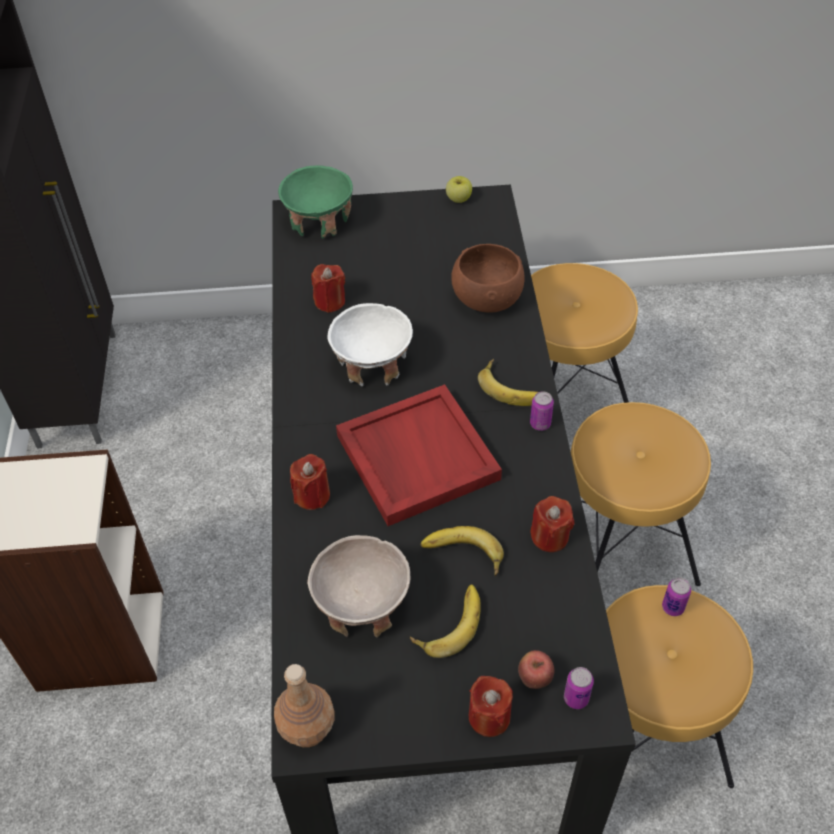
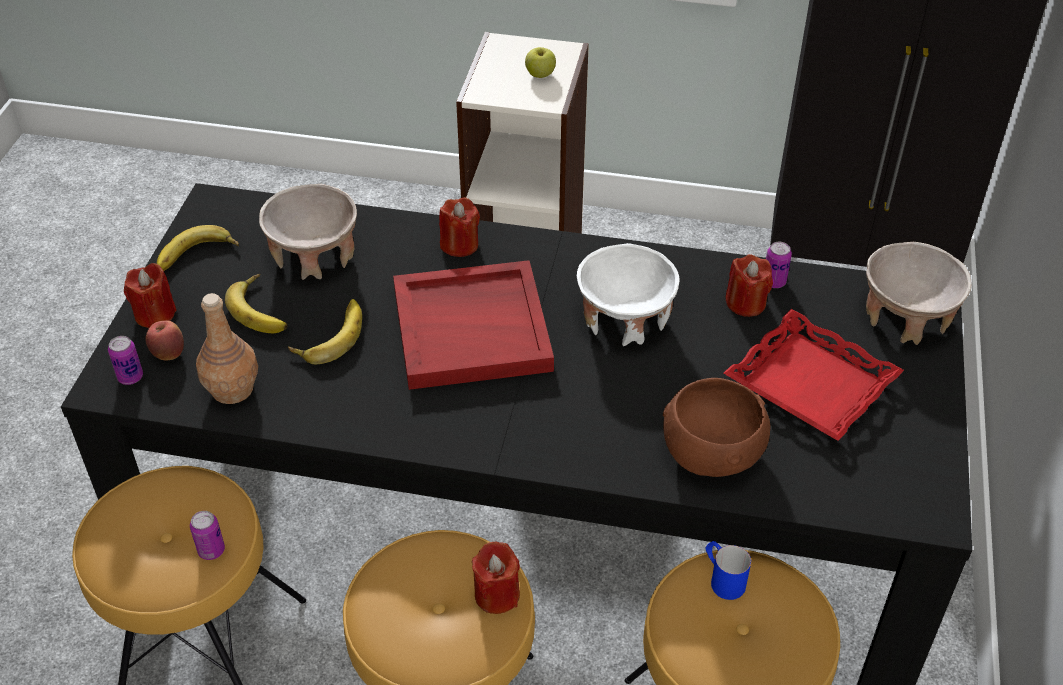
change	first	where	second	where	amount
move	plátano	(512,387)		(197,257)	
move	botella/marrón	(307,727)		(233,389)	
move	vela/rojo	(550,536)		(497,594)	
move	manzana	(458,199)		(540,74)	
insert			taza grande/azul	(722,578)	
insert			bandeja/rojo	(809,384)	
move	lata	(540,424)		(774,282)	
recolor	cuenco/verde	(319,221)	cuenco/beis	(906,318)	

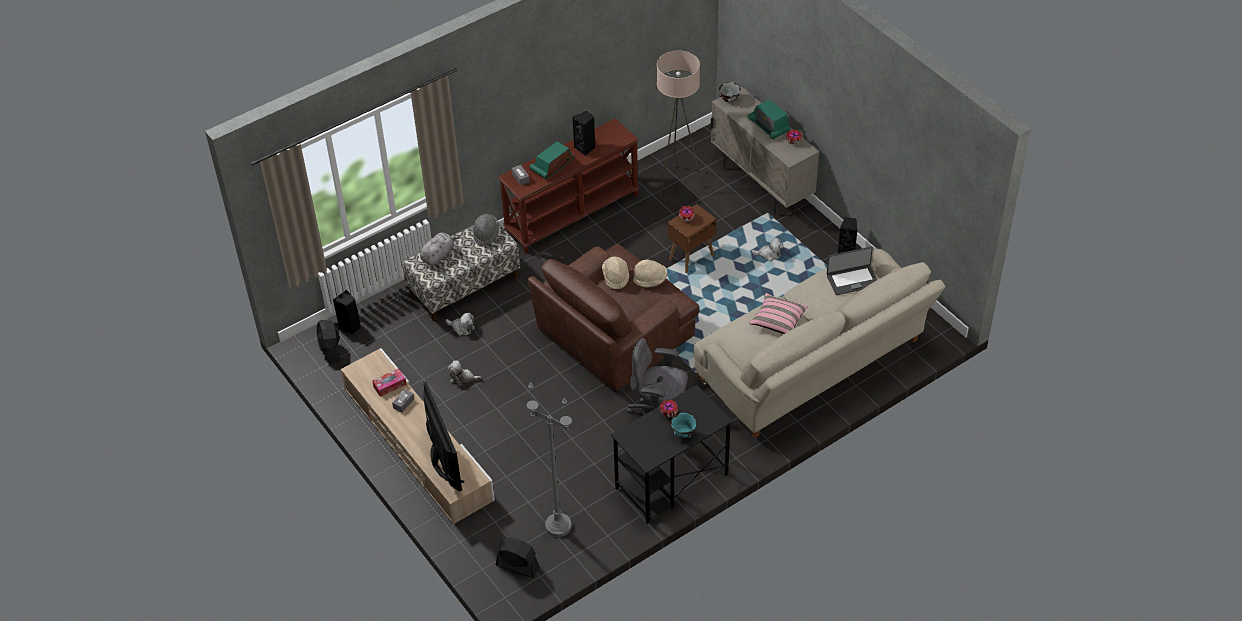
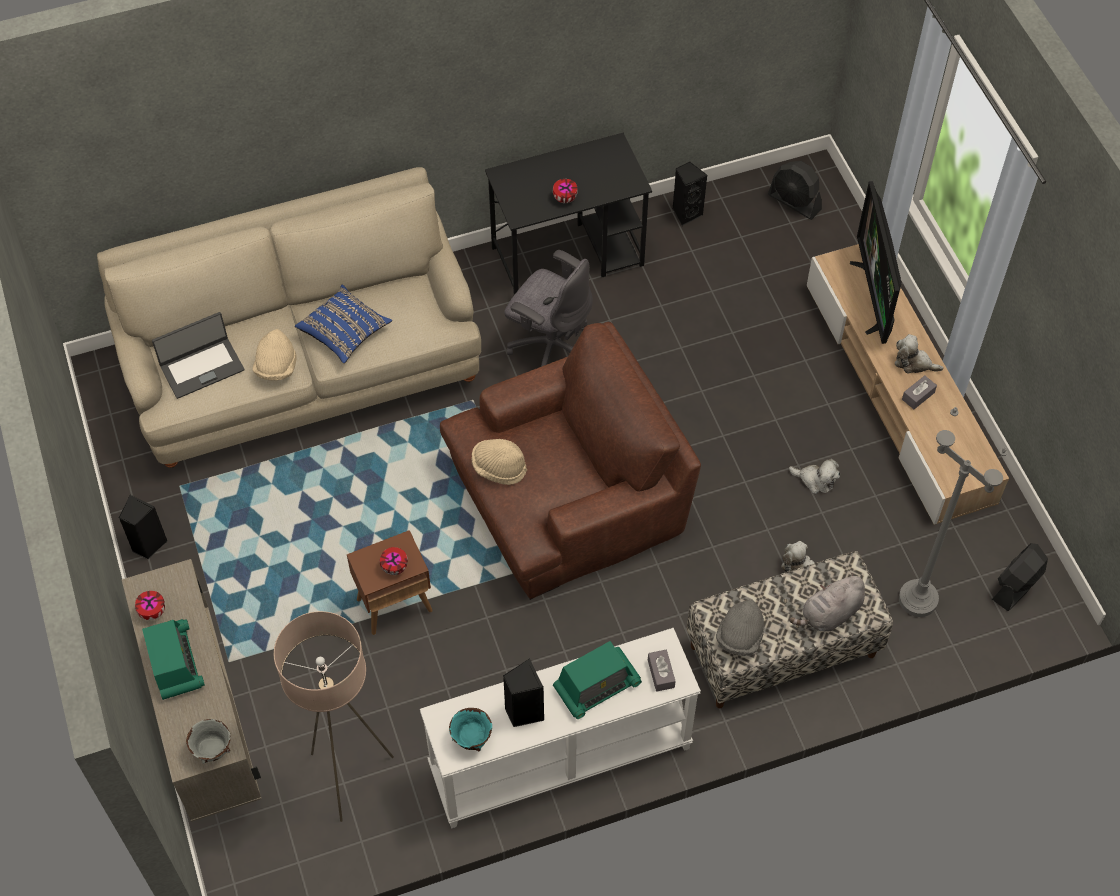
change	first	where	second	where	amount
rotate	portátil	(852,280)		(201,367)	150 degrees clockwise
move	sombrero/beis	(616,277)		(276,367)	
recolor	cojín/rosa	(778,321)	cojín/azul	(344,332)	
recolor	mesa consola/marrón	(572,213)	mesa consola/blanco	(560,760)	
move	cuenco/turquesa	(683,434)		(471,739)	
move	altavoz/negro	(350,327)		(686,213)	
move	peluche	(769,254)		(914,363)	
move	lámpara de pie/gris	(558,526)		(918,599)	
rotate	ventilador/negro	(330,350)		(1016,586)	135 degrees counterclockwise
delete	caja de pañuelos	(390,385)			

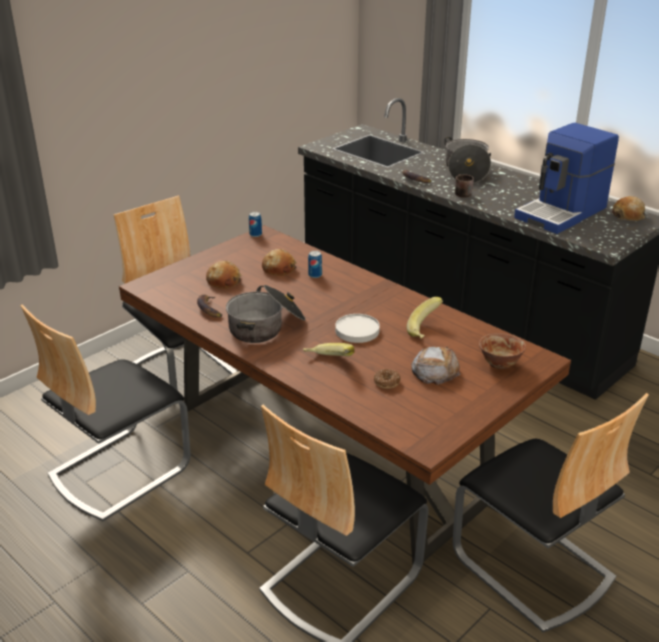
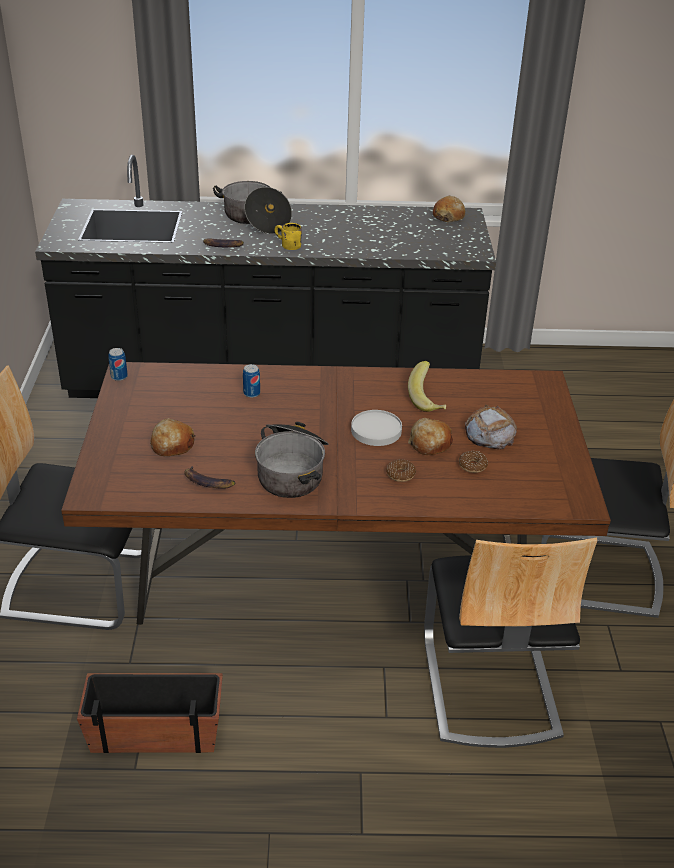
change	first	where	second	where	amount
replace	silla	(118,470)	maceta	(155,731)	
recolor	taza grande/marrón	(460,193)	taza grande/amarillo	(287,246)	
replace	plátano	(328,362)	rosquilla	(400,474)	
move	pan	(279,269)		(429,443)	
delete	cuenco	(499,363)			
delete	cafetera	(562,213)			

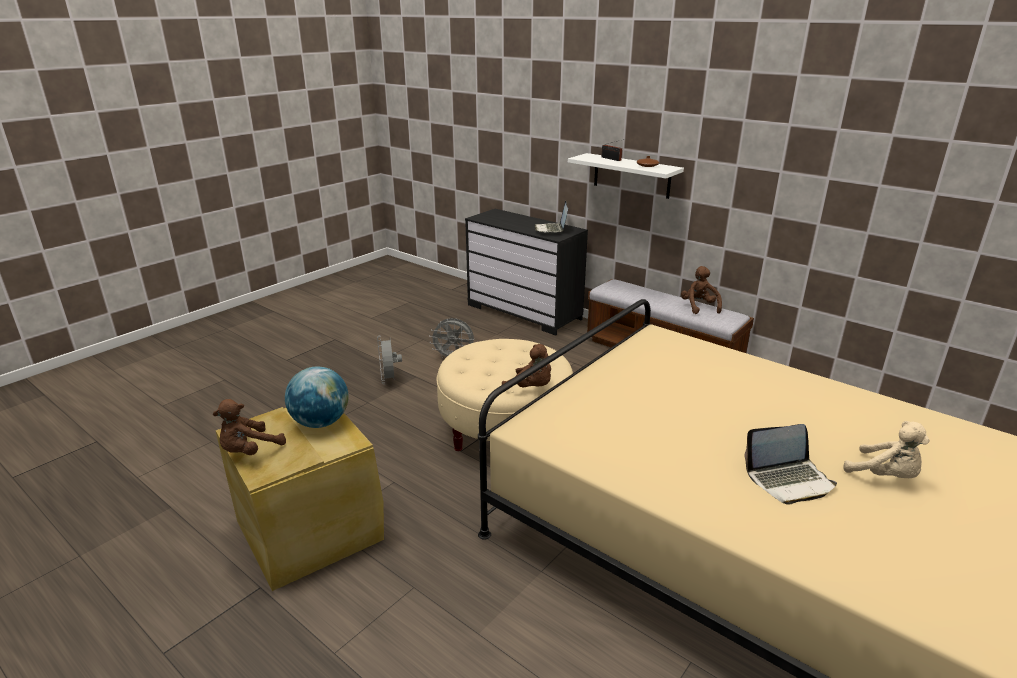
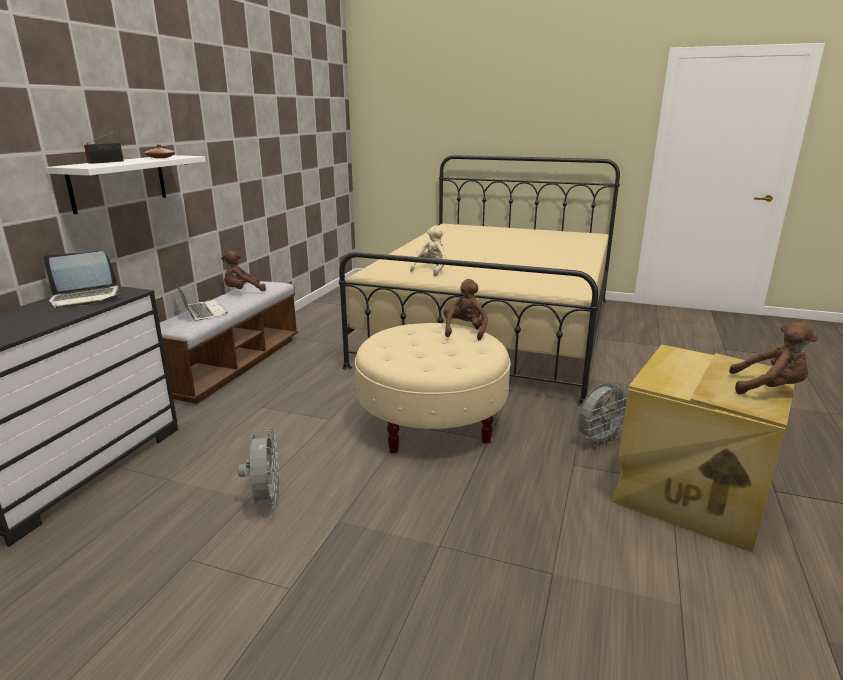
change	first	where	second	where	amount
move	portátil	(789,480)		(202,312)	
move	peluche/beis	(885,476)		(431,270)	
move	ventilador/gris	(389,380)		(599,440)	
delete	globo terráqueo	(321,422)			

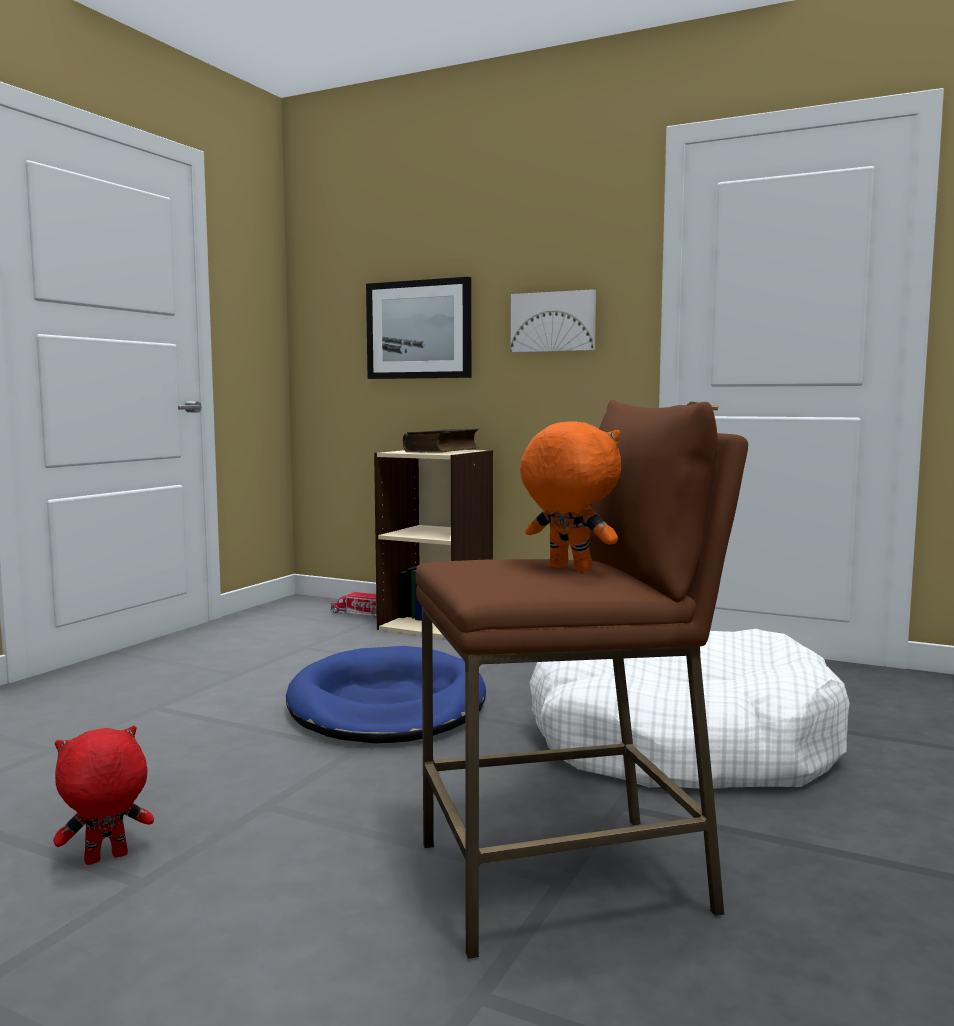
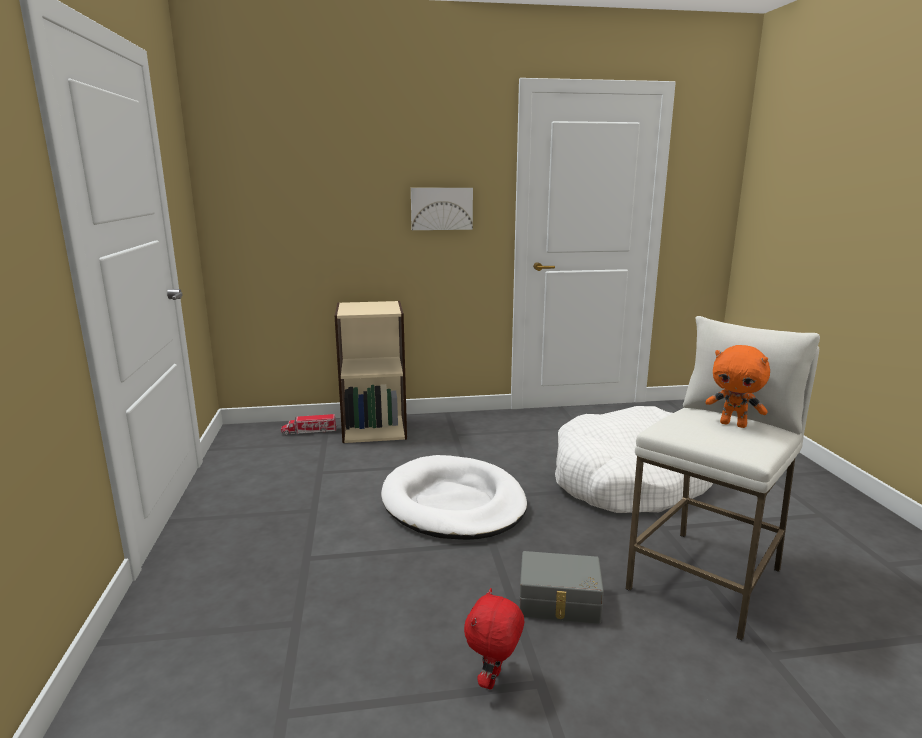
change	first	where	second	where	amount
recolor	cama para perro/azul	(387,705)	cama para perro/blanco	(453,503)	
insert			caja de almacenaje/gris	(559,602)	
recolor	taburete/marrón	(565,878)	taburete/blanco	(706,579)	
rotate	peluche/naranja	(568,569)		(733,424)	150 degrees counterclockwise
delete	cuadro	(419,330)			
delete	libro	(443,451)			

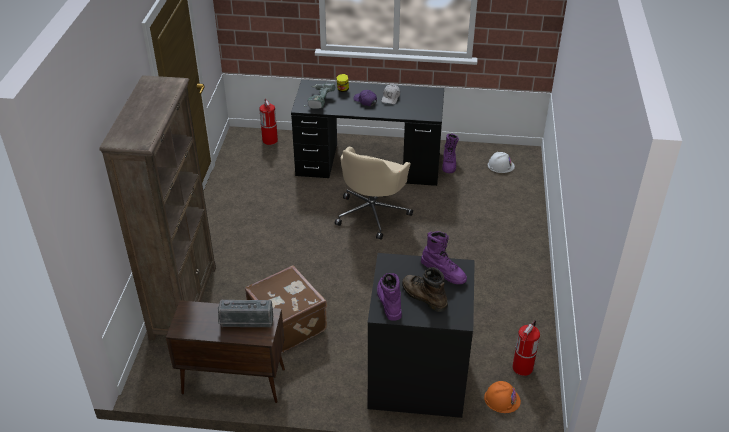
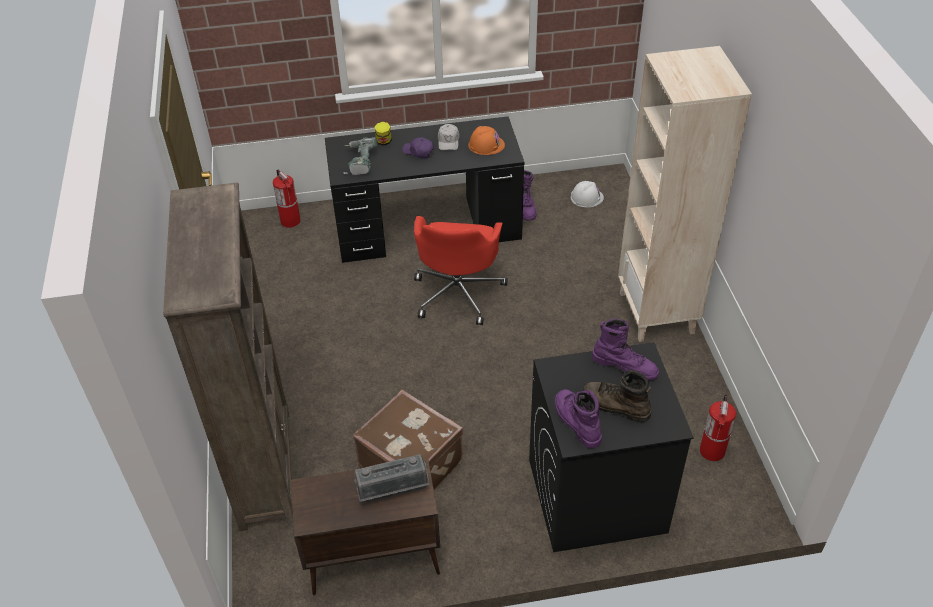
change	first	where	second	where	amount
recolor	silla de oficina/beis	(372,213)	silla de oficina/rojo	(458,292)	
move	casco/naranja	(502,399)		(486,145)	
insert			estantería/beis	(657,313)	

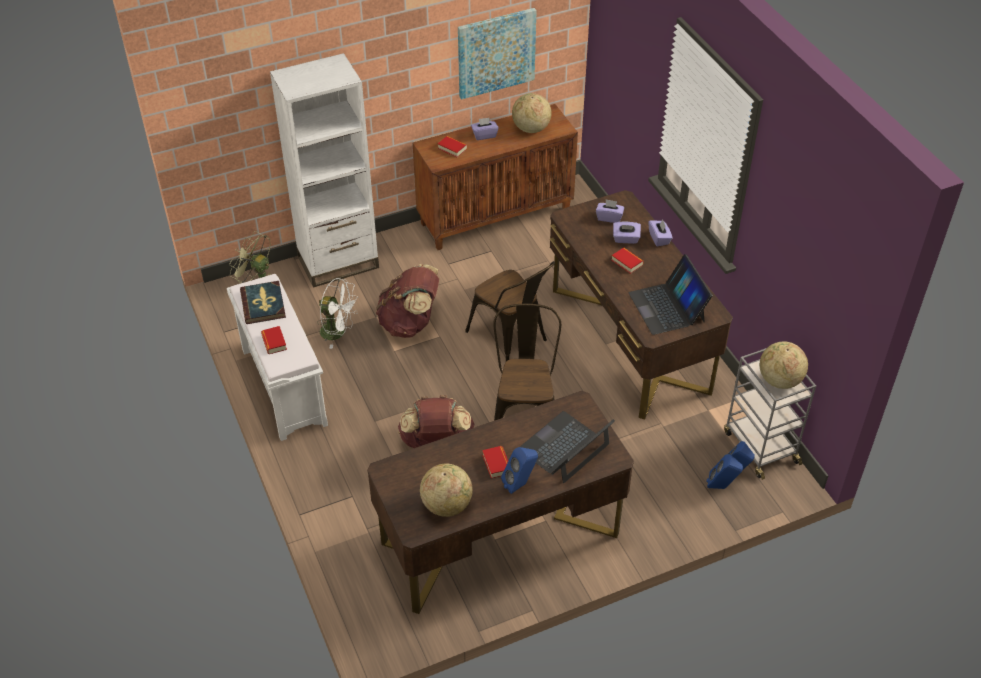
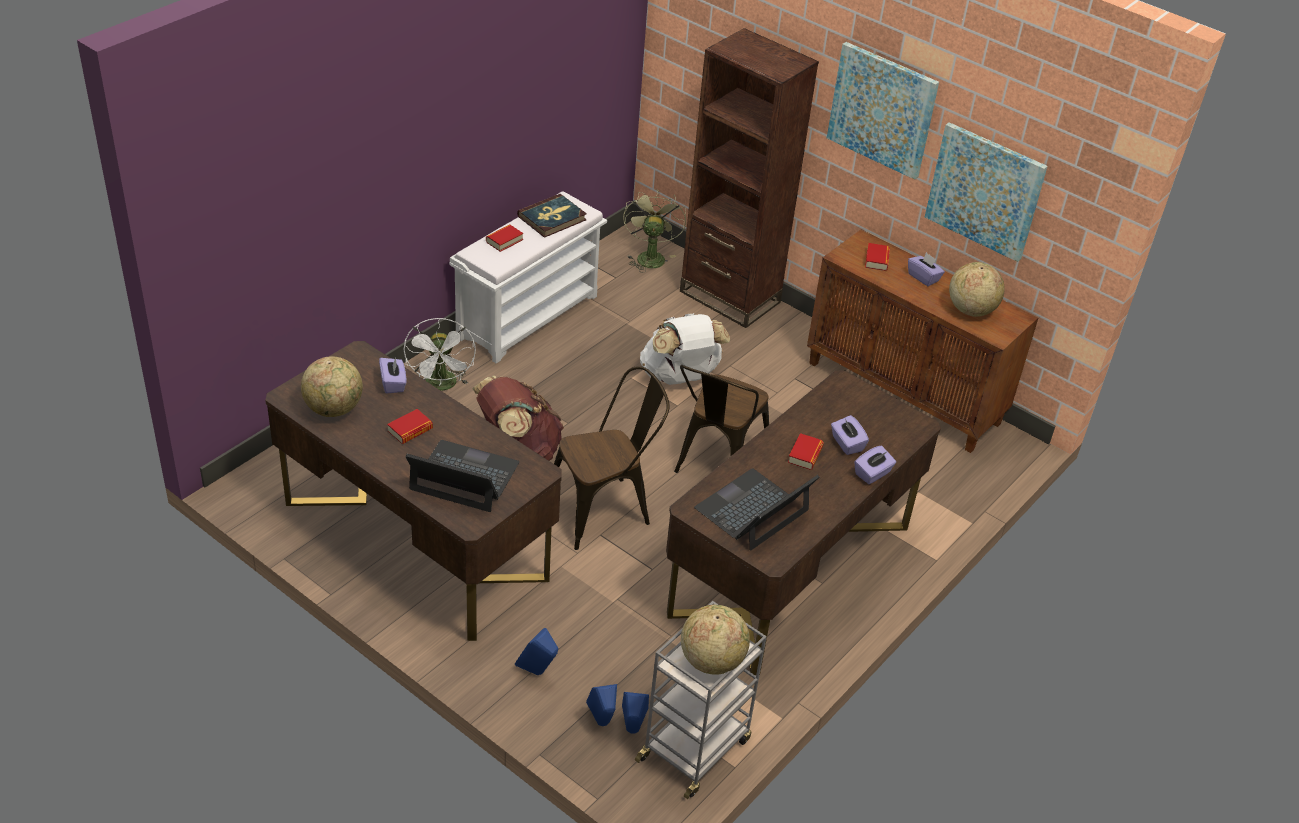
change	first	where	second	where	amount
move	caja de pañuelos/morado	(609,217)		(393,383)	
move	ventilador/blanco	(338,332)		(442,386)	
move	altavoz/azul	(520,484)		(537,672)	
recolor	mochila/marrón	(410,323)	mochila/blanco	(680,377)	
recolor	estantería/blanco	(338,262)	estantería/marrón	(729,297)	
insert			cuadro	(882,109)	

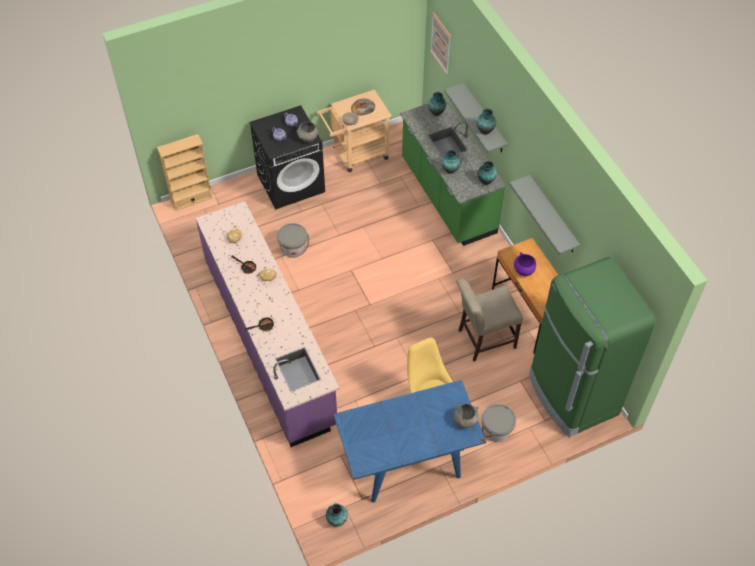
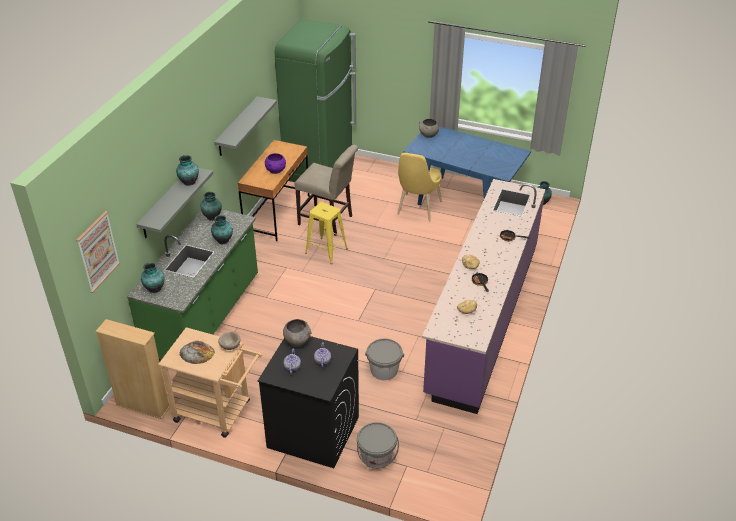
change	first	where	second	where	amount
move	estantería/beis	(192,200)		(143,406)	
insert			taburete/amarillo	(326,251)	
move	cubo/gris	(496,430)		(376,457)	

